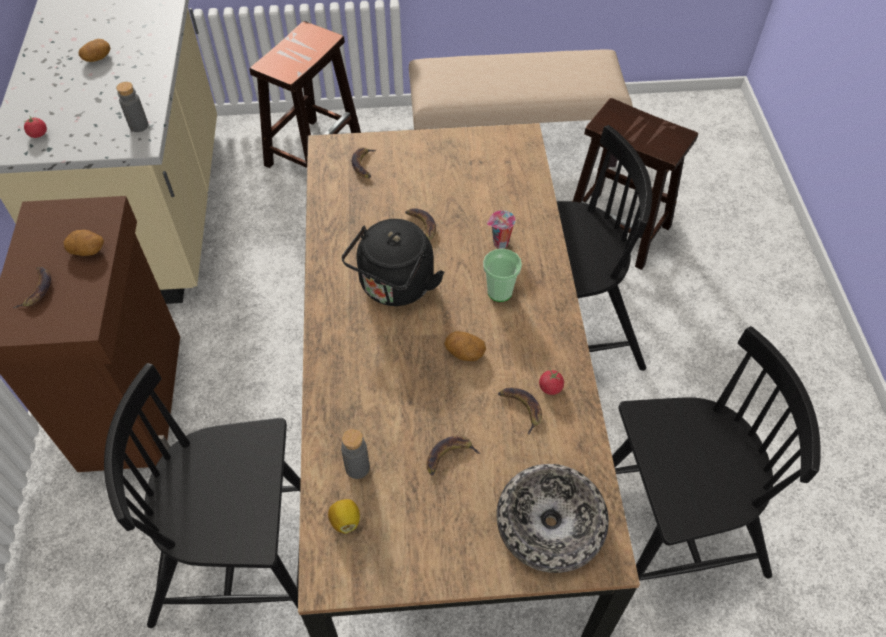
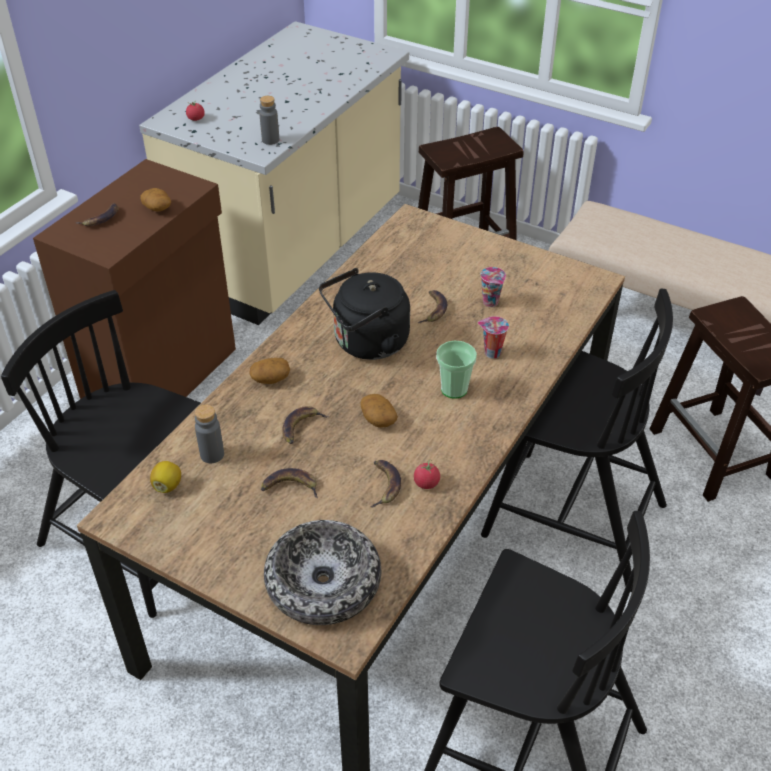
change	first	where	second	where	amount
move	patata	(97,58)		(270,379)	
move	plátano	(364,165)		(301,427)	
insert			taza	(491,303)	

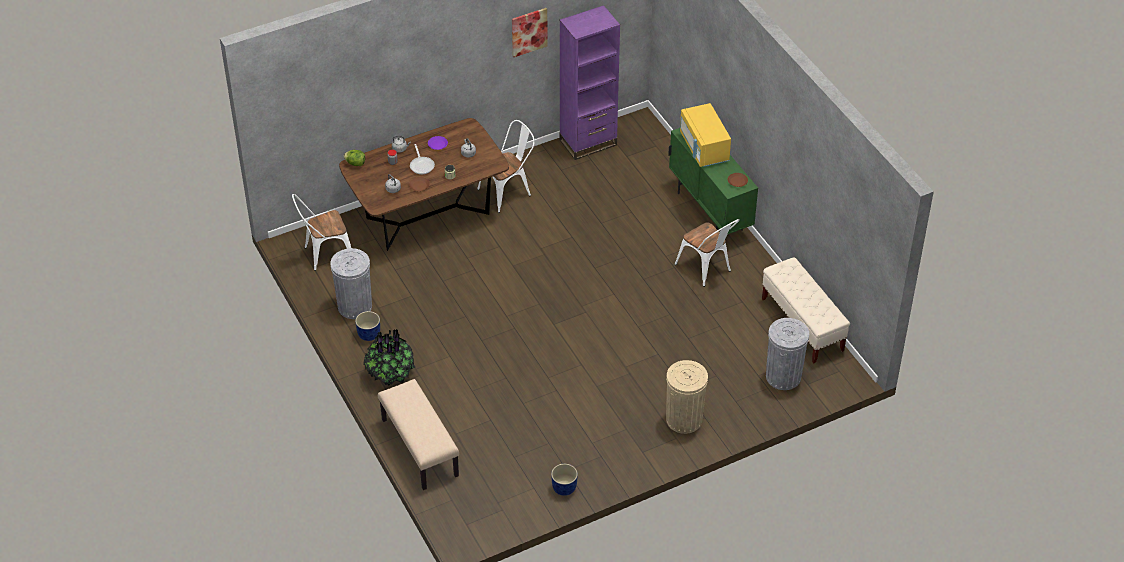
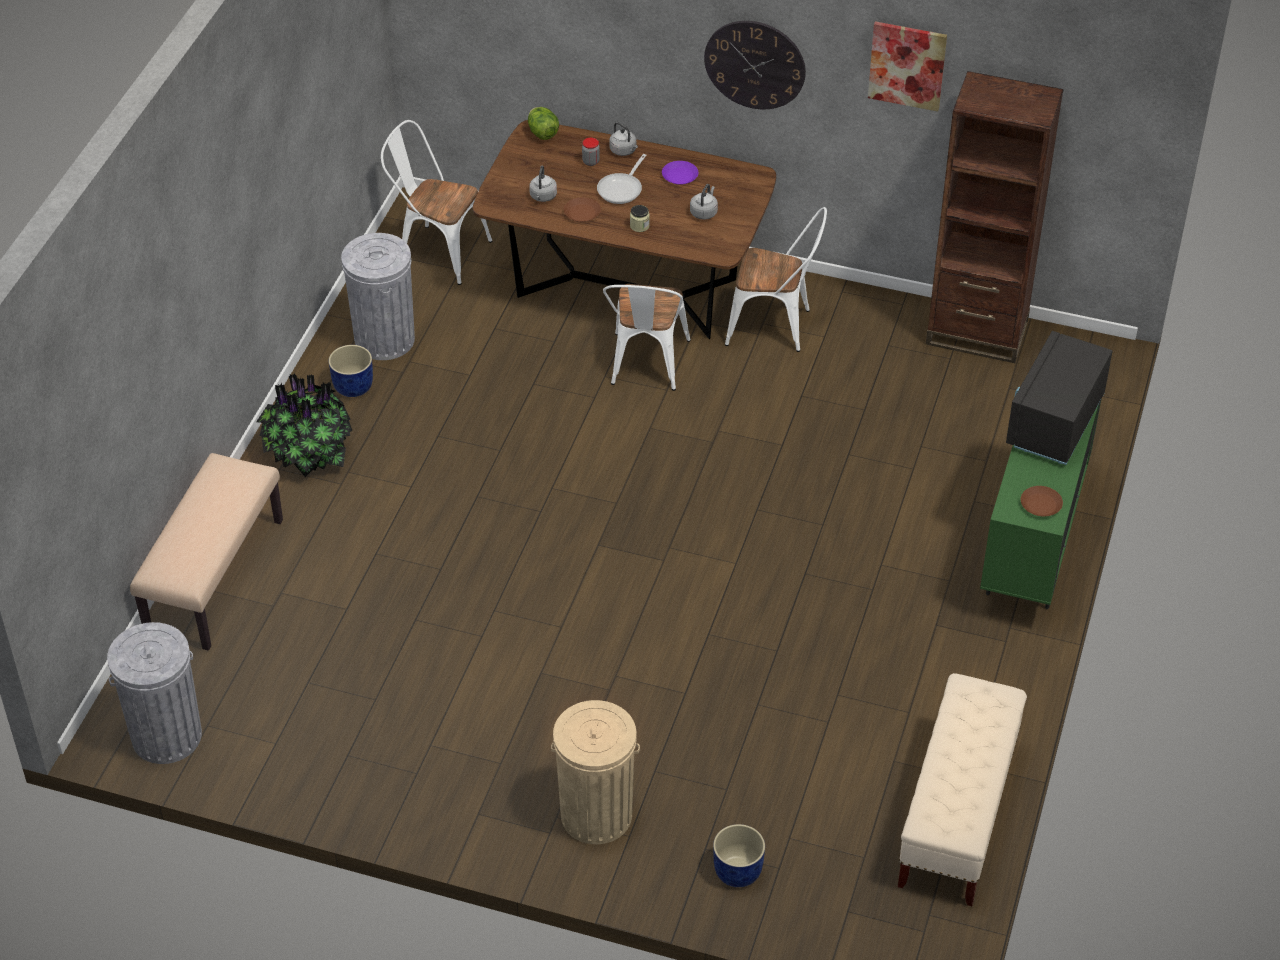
change	first	where	second	where	amount
move	papelera/gris	(783,376)		(166,736)	
move	silla/blanco	(706,269)		(646,367)	
insert			reloj de pared	(755,64)	
move	maceta/azul	(564,488)		(737,871)	
recolor	estantería/morado	(588,142)	estantería/marrón	(976,333)	
recolor	microondas/amarillo	(704,148)	microondas/negro	(1054,422)	

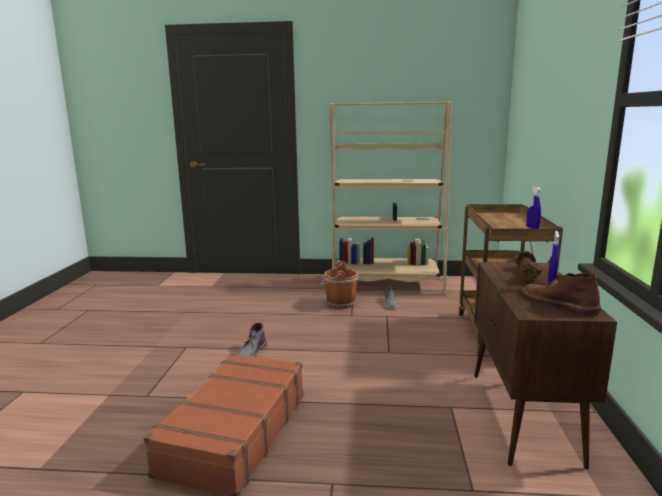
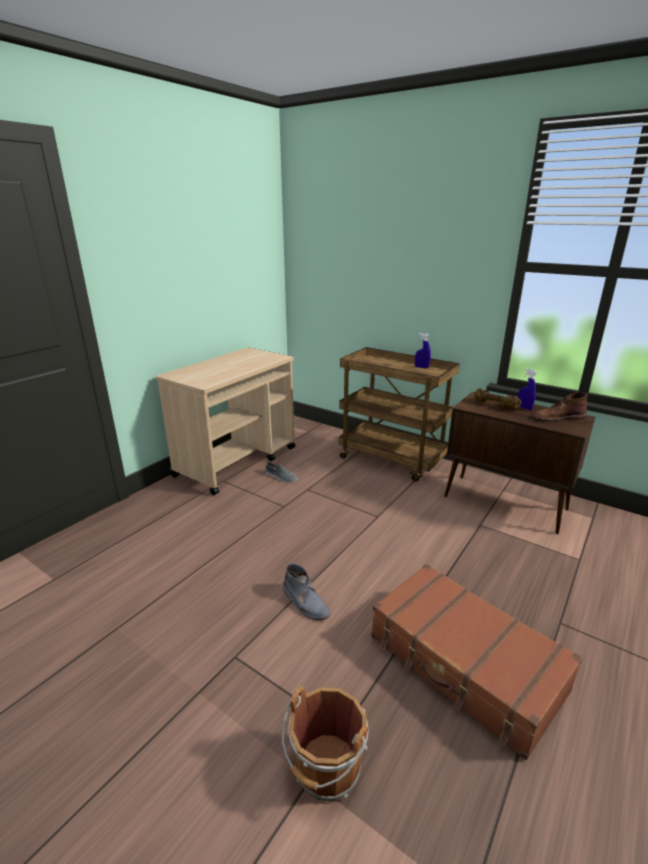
change	first	where	second	where	amount
replace	estantería/beis	(386,284)	carrito/beis	(237,461)	
move	cubo/marrón	(339,303)		(326,770)	

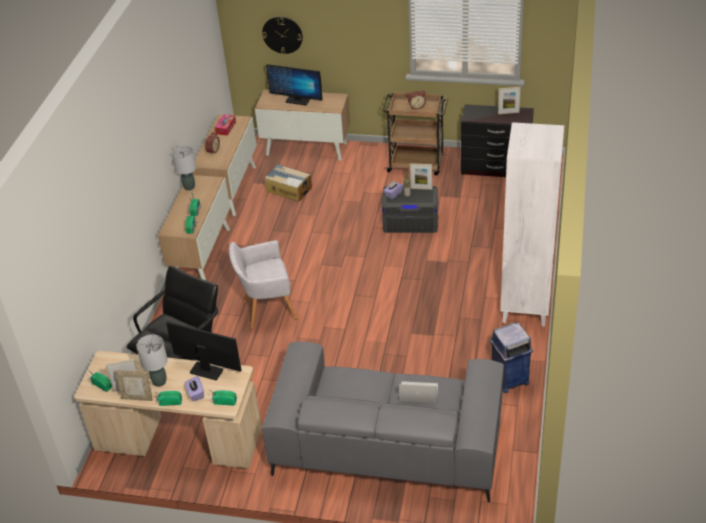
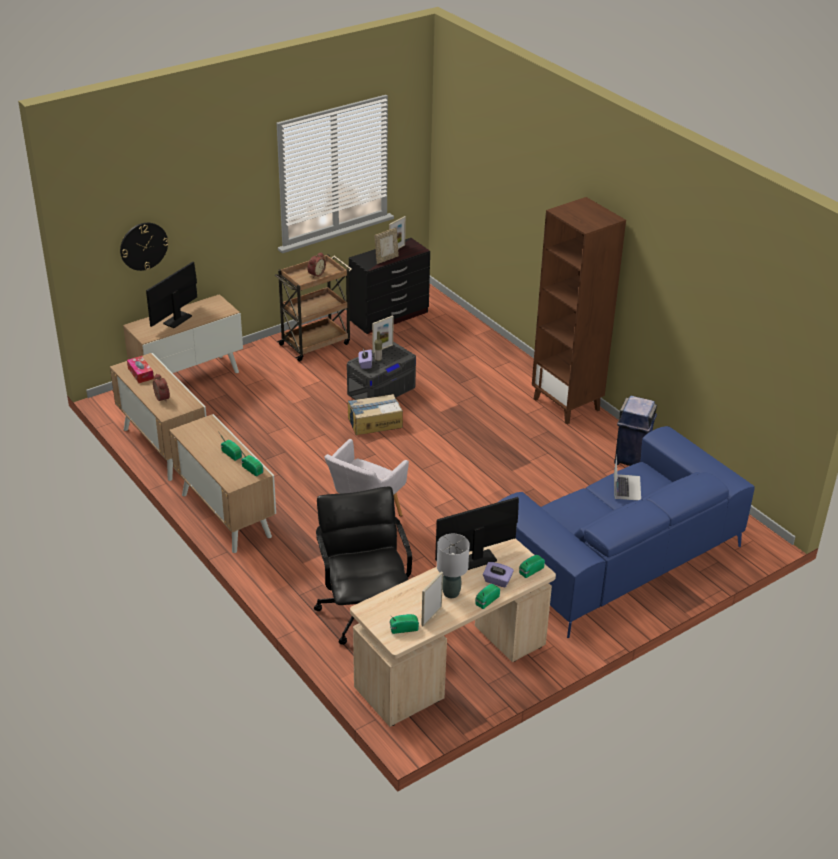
change	first	where	second	where	amount
rotate	monitor	(297,100)		(177,320)	150 degrees clockwise
move	caja de cartón	(288,189)		(374,422)	
move	portarretratos	(137,398)		(386,259)	
recolor	sofá/gris	(387,444)	sofá/azul	(617,557)	
recolor	estantería/blanco	(526,307)	estantería/marrón	(567,404)	
rotate	portátil	(418,392)		(627,487)	135 degrees clockwise
delete	lámpara de mesa/gris	(189,187)			

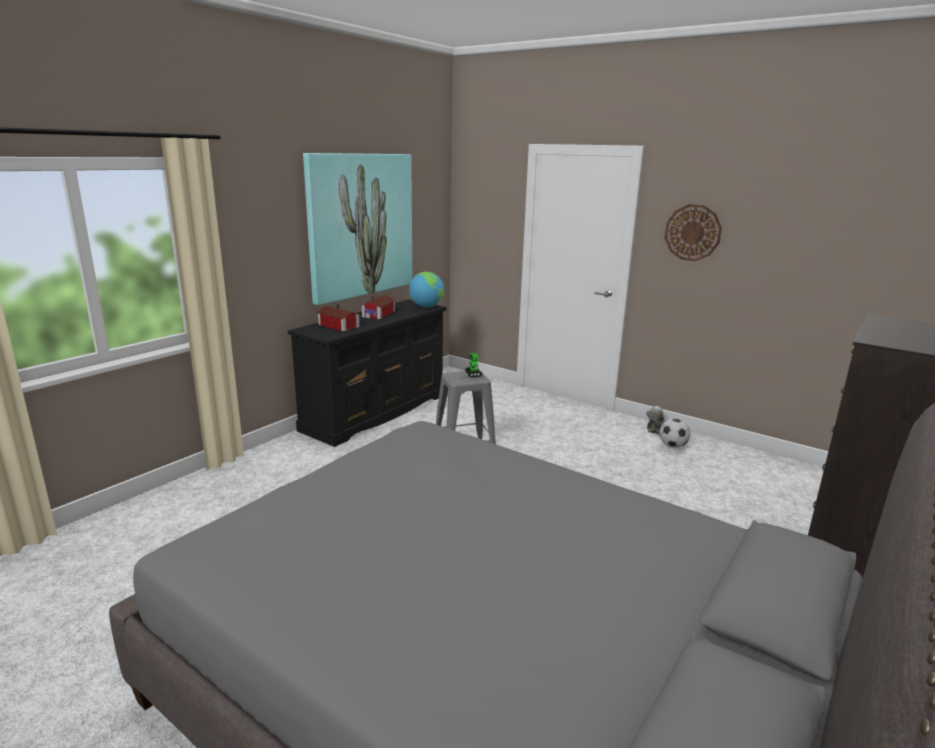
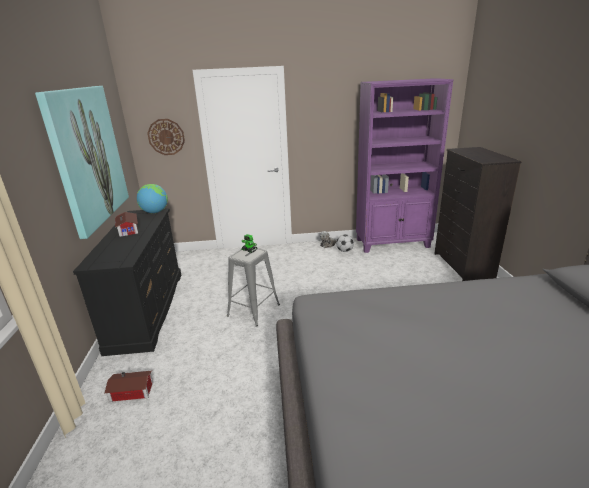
change	first	where	second	where	amount
move	casita	(338,326)		(132,392)	
move	reloj de pared	(692,232)		(166,137)	
insert			estantería/morado	(393,243)	

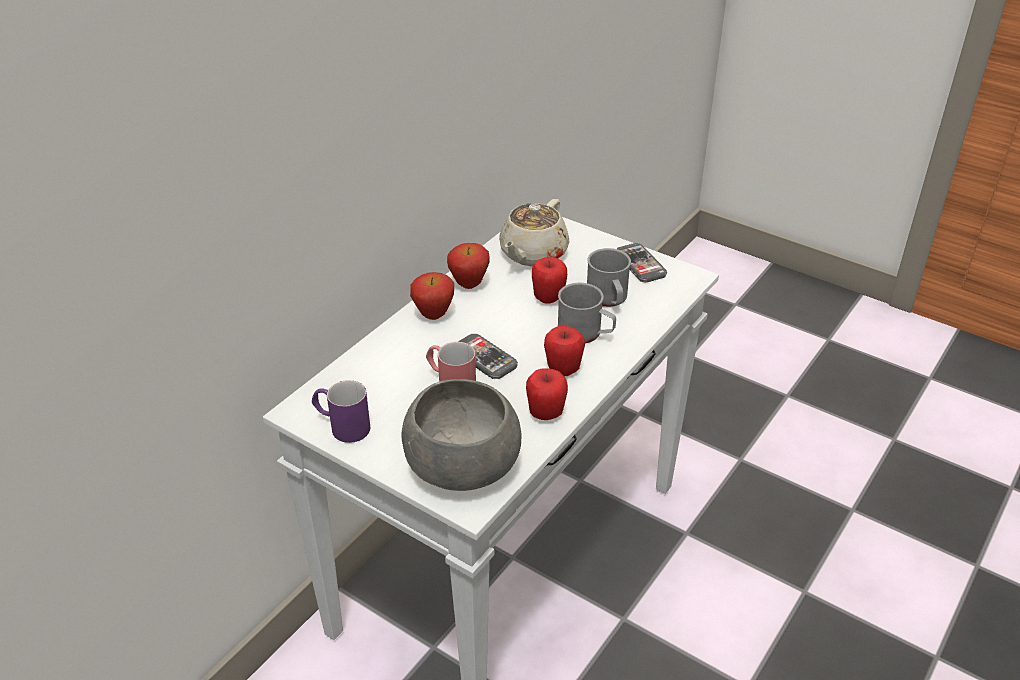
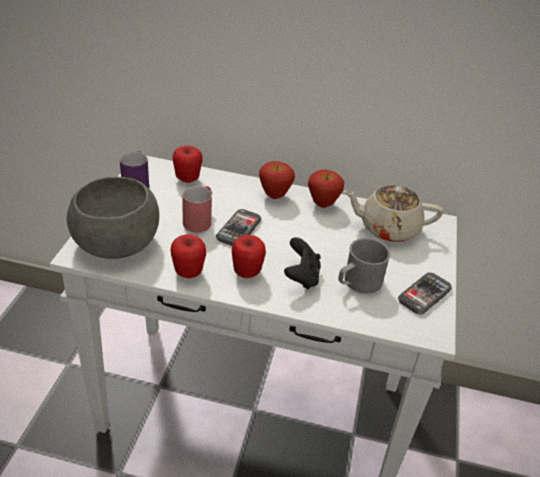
change	first	where	second	where	amount
move	manzana	(548,298)		(187,179)	
replace	taza grande/gris	(585,333)	mando de consola/negro	(301,277)	

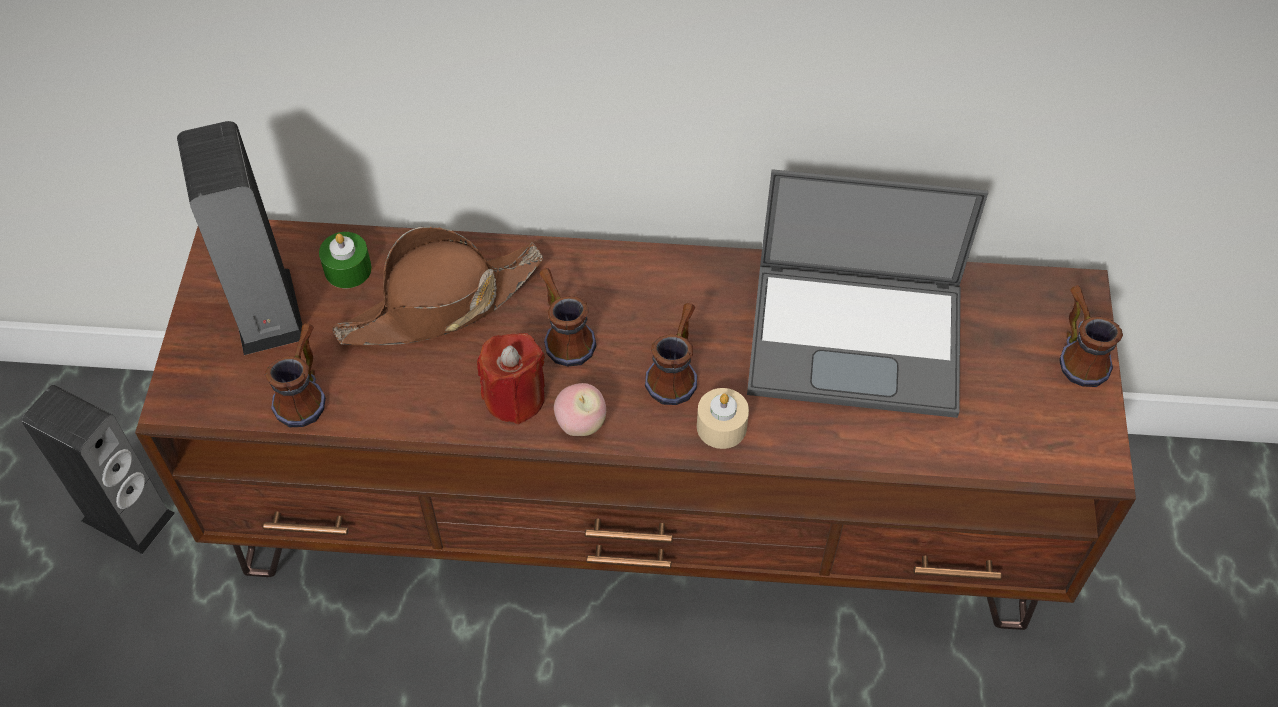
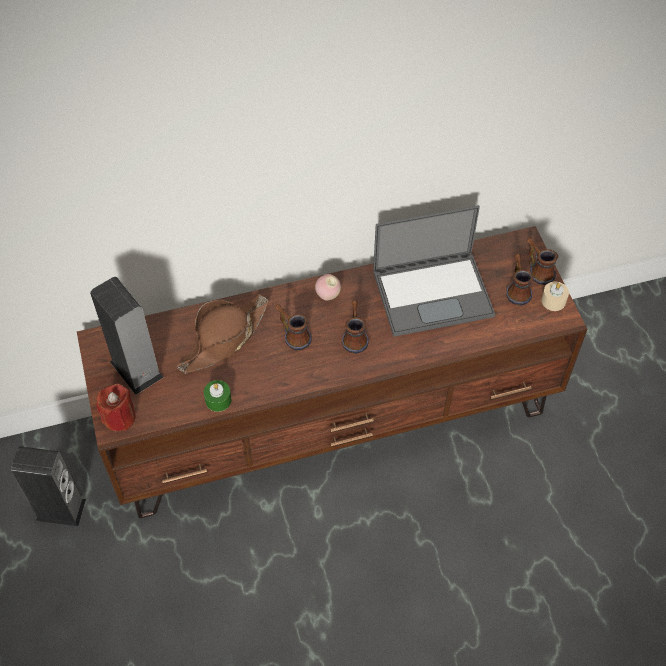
change	first	where	second	where	amount
move	vela/rojo	(514,397)		(119,417)	
move	vela/verde	(348,269)		(218,400)	
move	manzana	(581,424)		(327,295)	
move	taza grande	(305,393)		(517,289)	
move	vela/beis	(721,426)		(553,301)	

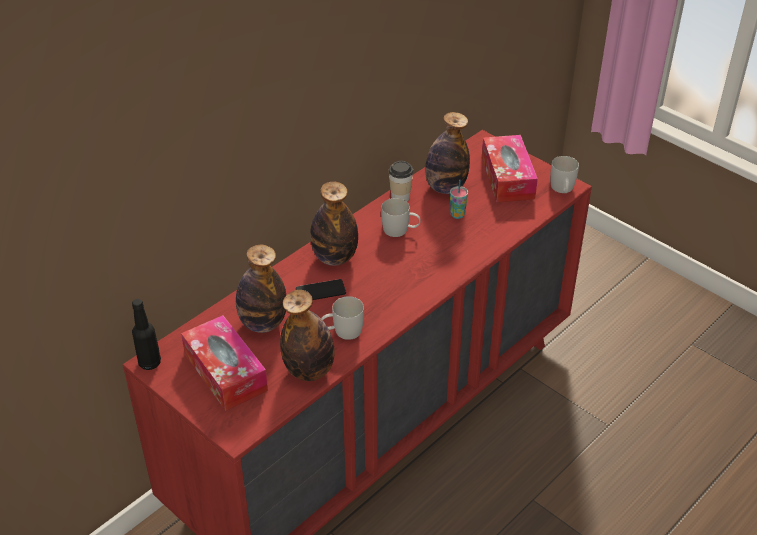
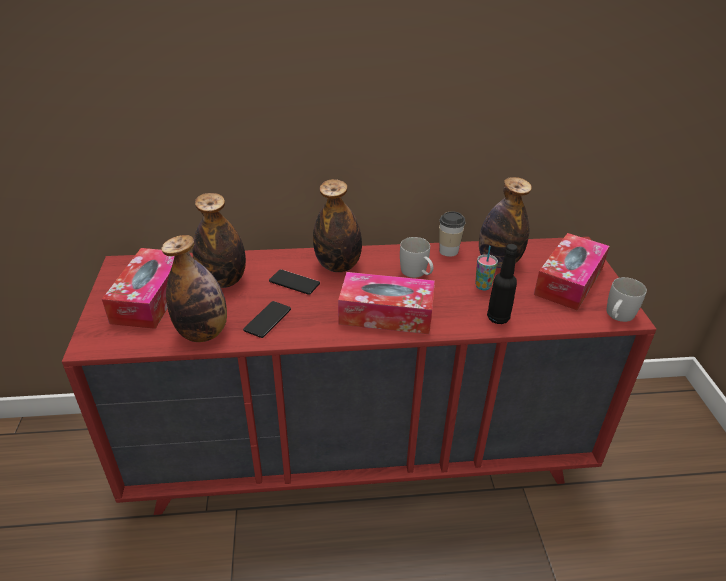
change	first	where	second	where	amount
replace	taza grande/blanco	(342,331)	móvil	(267,320)	
insert			caja de pañuelos	(386,314)	
move	botella/negro	(150,363)		(498,318)	

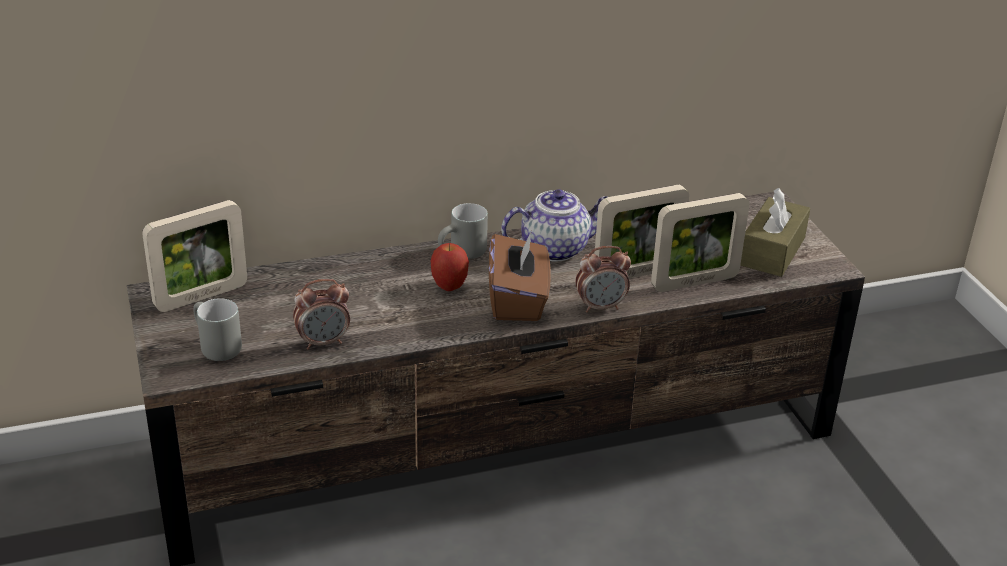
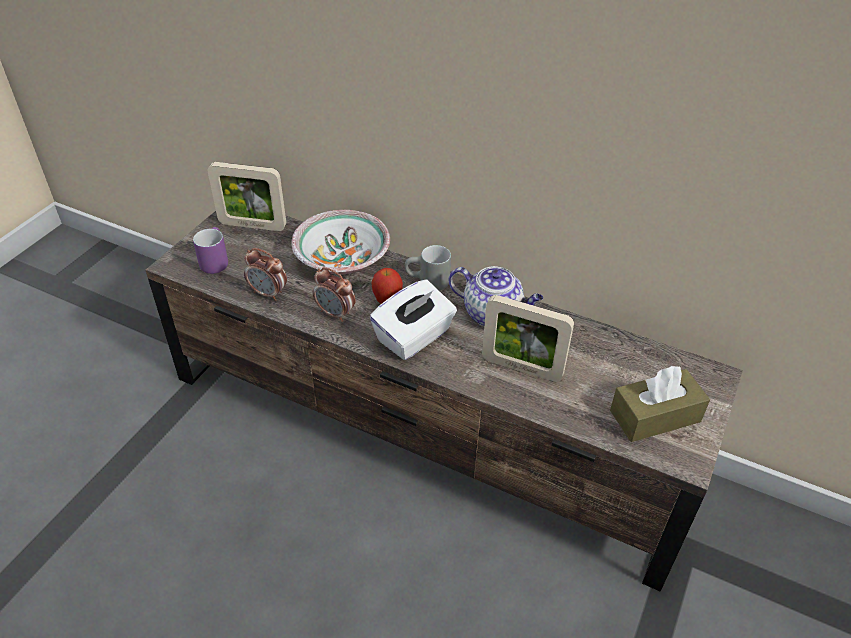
change	first	where	second	where	amount
recolor	taza grande/gris	(214,348)	taza grande/morado	(213,261)	
insert			cuenco	(343,259)	
move	despertador	(601,307)		(335,313)	
recolor	caja de pañuelos/marrón	(518,300)	caja de pañuelos/blanco	(414,337)	
delete	portarretratos	(694,282)			

